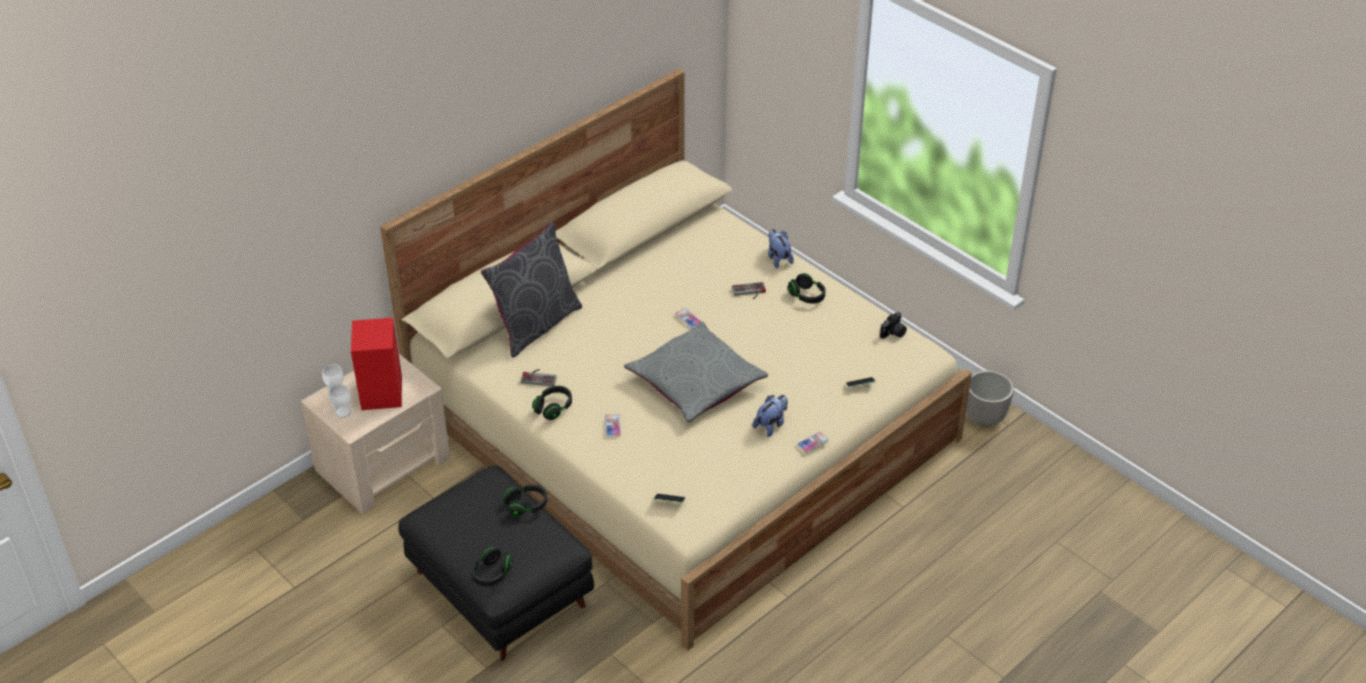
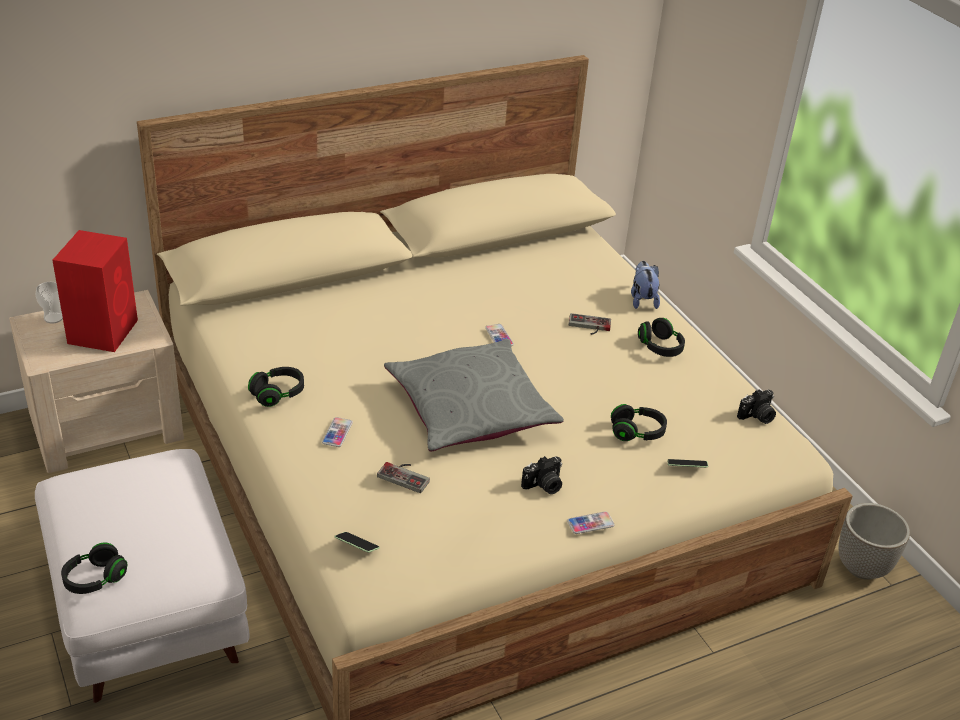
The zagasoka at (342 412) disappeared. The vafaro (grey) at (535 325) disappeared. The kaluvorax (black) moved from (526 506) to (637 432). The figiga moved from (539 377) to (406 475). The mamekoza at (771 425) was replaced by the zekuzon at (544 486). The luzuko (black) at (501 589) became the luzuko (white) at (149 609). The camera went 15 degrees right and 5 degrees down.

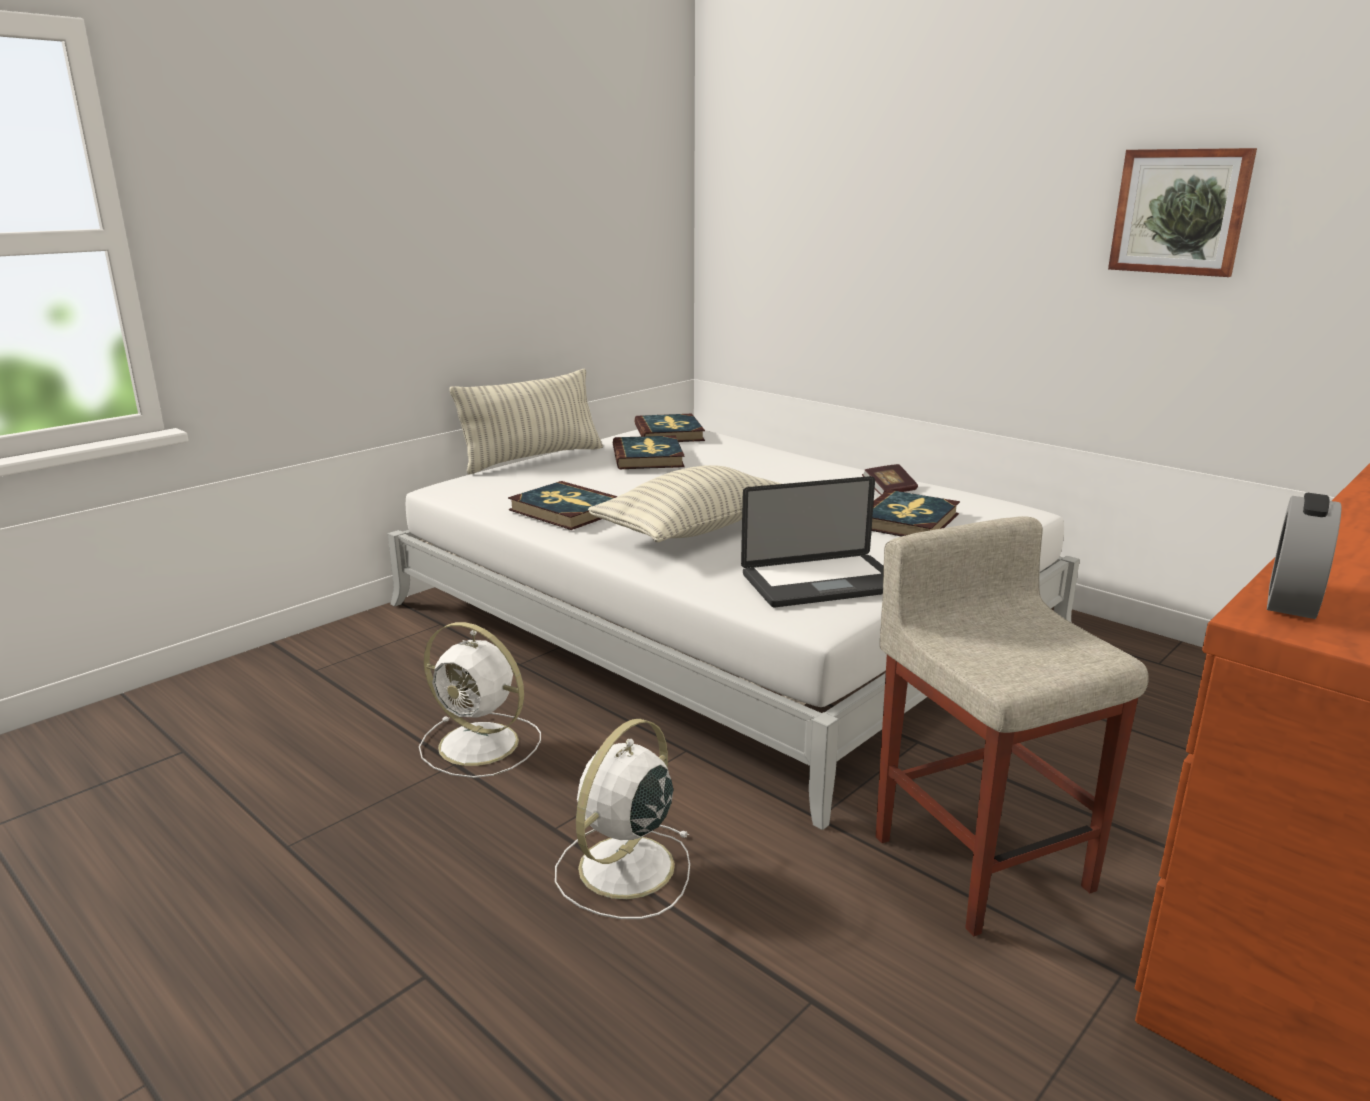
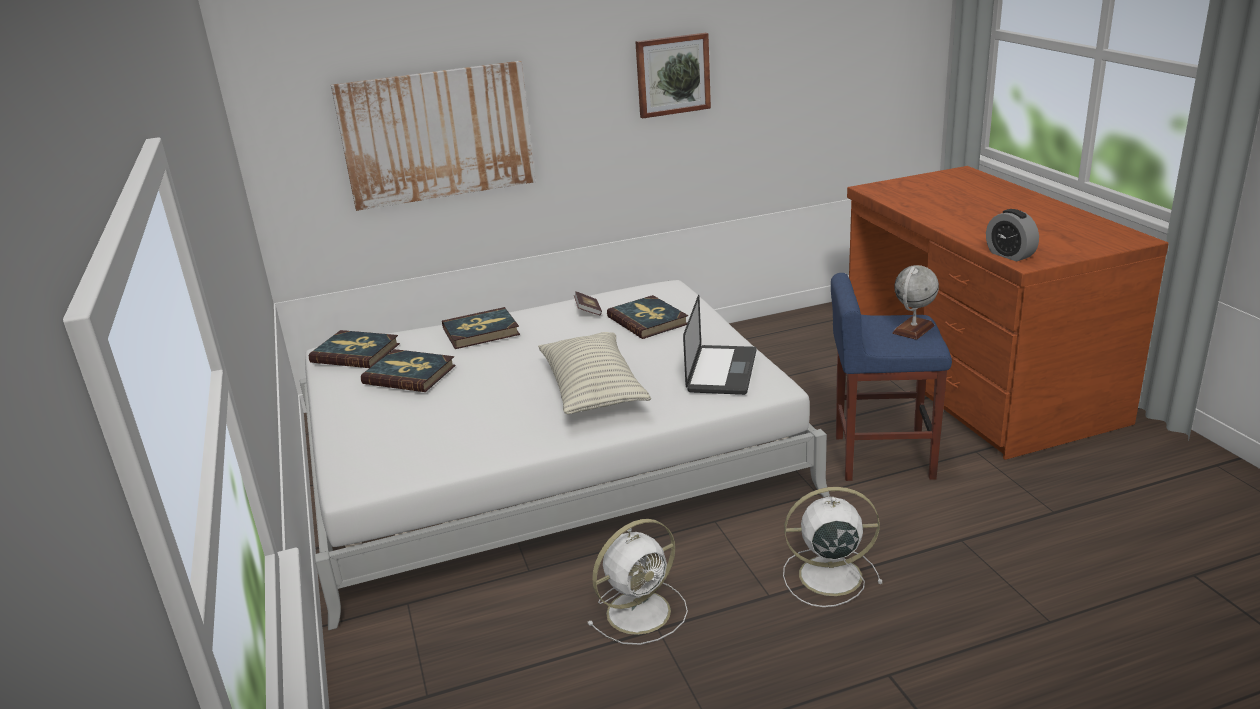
The vafaro at (532 458) disappeared. The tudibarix at (437 135) appeared. The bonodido at (913 329) appeared. The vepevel moved from (566 510) to (481 331). The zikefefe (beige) at (980 860) became the zikefefe (blue) at (881 457). The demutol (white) at (624 869) turned 120 degrees clockwise. The camera went 60 degrees left and 5 degrees up.

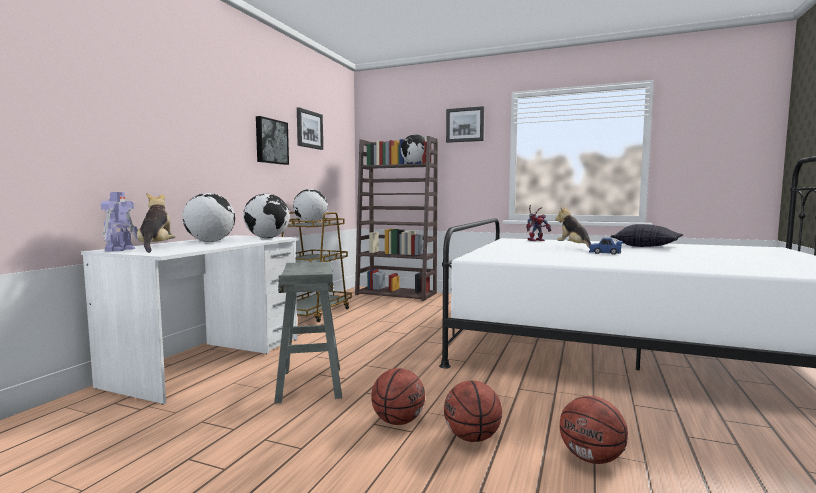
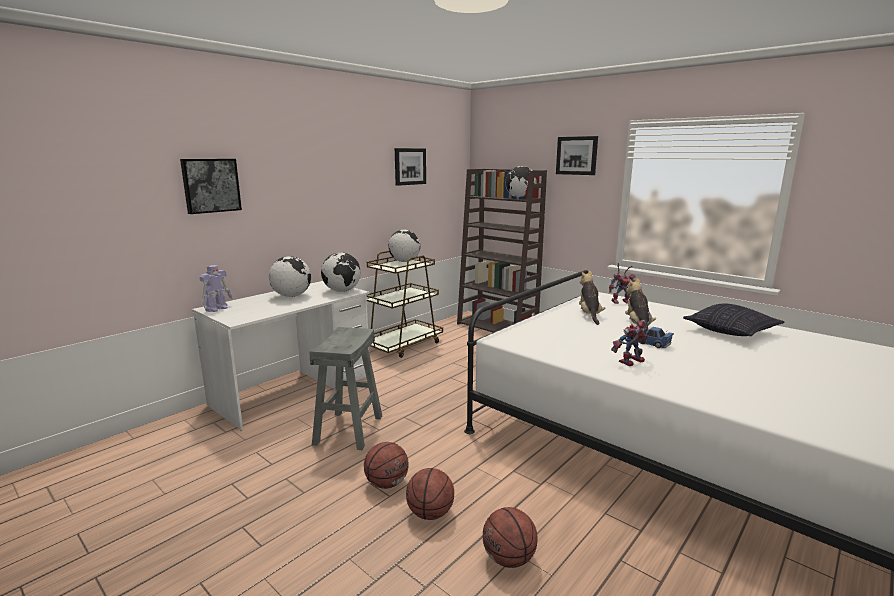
The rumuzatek at (631 362) appeared. The mamekoza moved from (156 248) to (589 315). The tudibarix moved from (271 141) to (210 185). The camera went 20 degrees right and 10 degrees up.

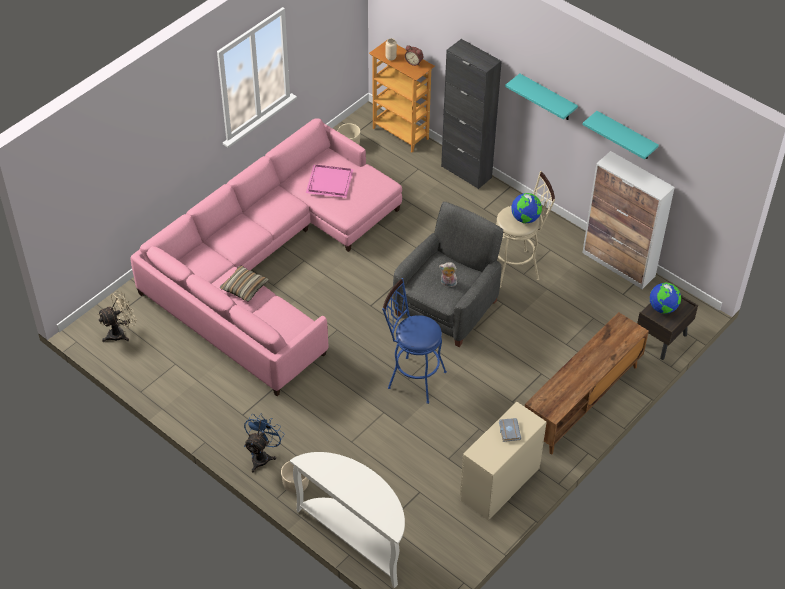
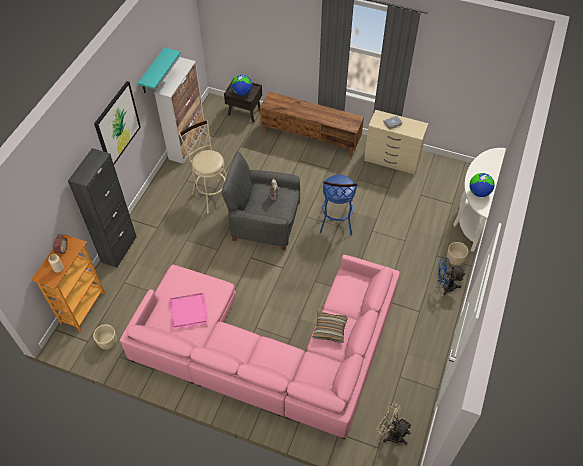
The bonodido moved from (525 218) to (479 192). The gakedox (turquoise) at (547 98) was replaced by the tudibarix at (117 125). The camera went 110 degrees left and 5 degrees up.

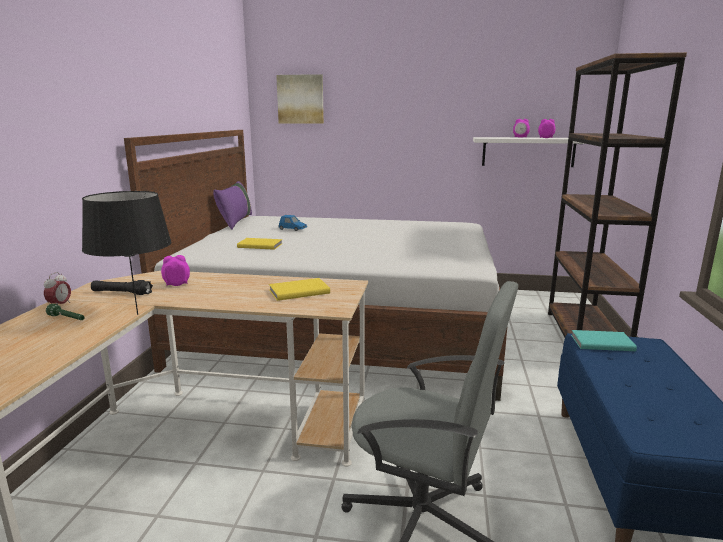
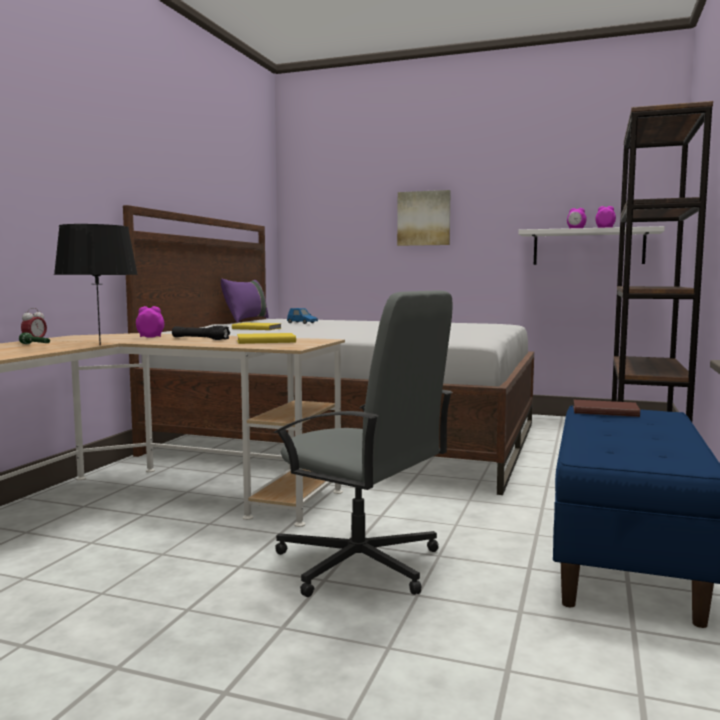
The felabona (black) moved from (122 293) to (200 339). The tudibarix moved from (300 99) to (424 218). The vepevel (turquoise) at (601 342) became the vepevel (brown) at (604 411). The camera went 10 degrees right and 10 degrees down.

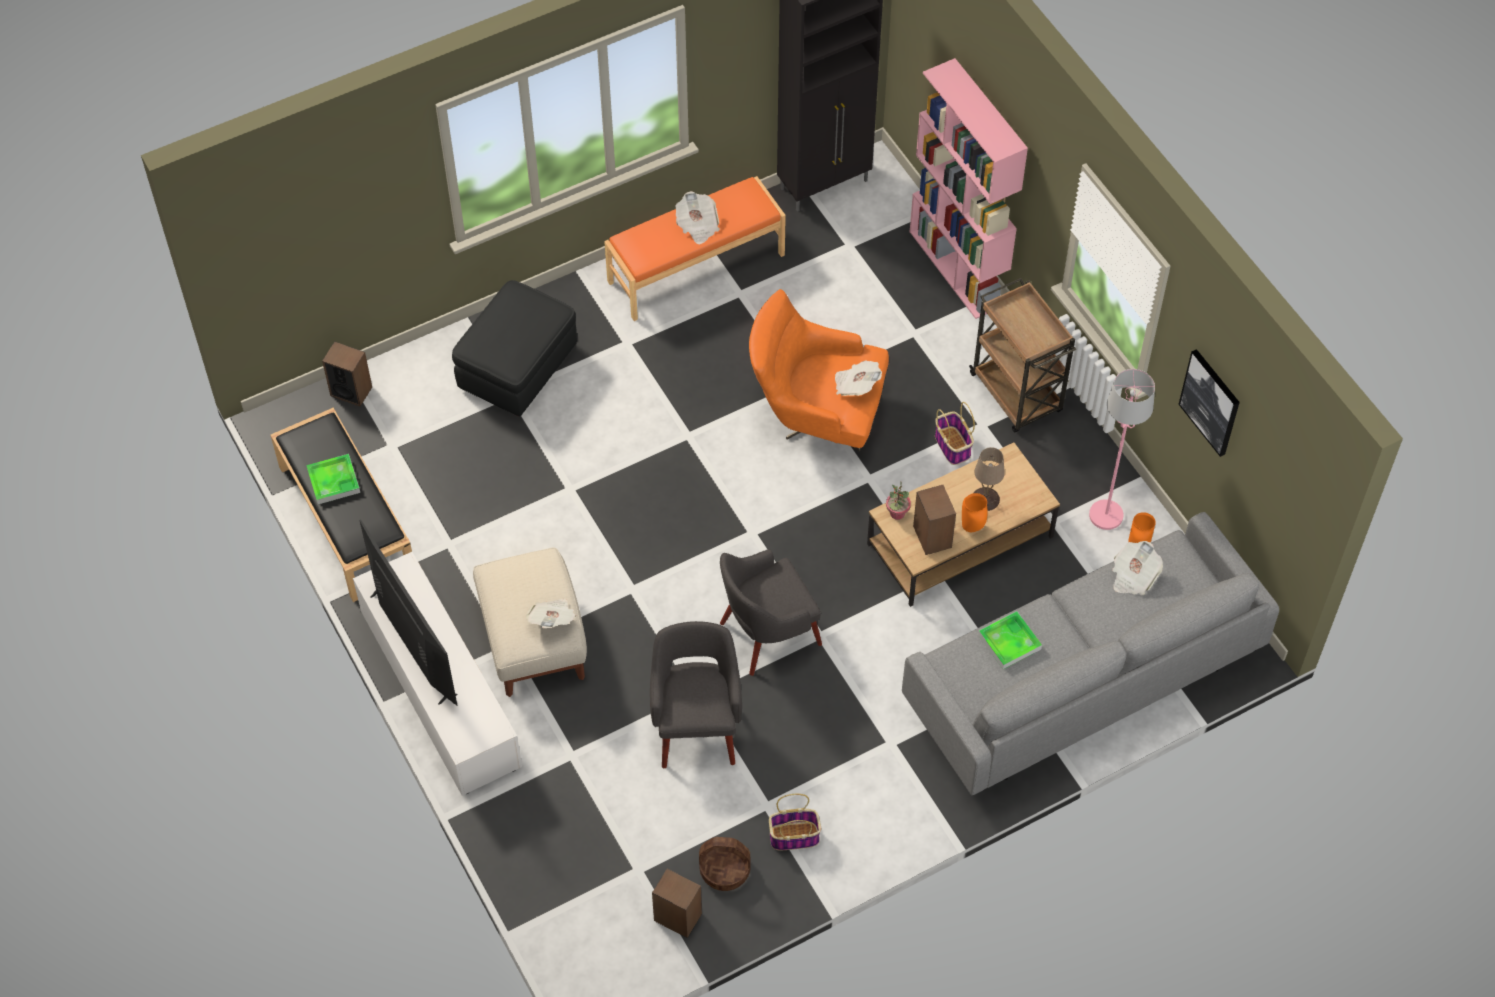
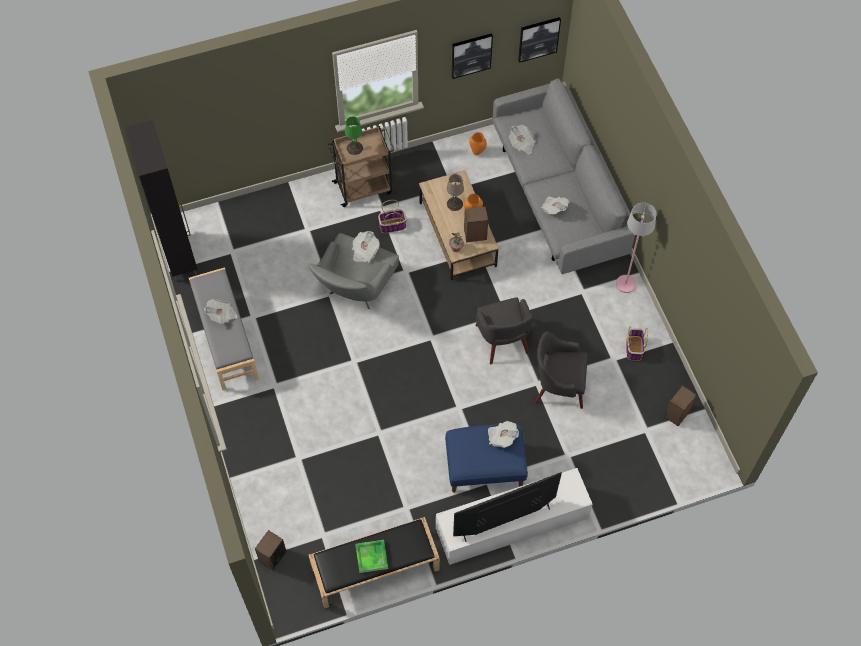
The luzuko (black) at (518 367) disappeared. The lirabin at (724 870) disappeared. The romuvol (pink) at (958 268) disappeared. The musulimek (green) at (354 148) appeared. The tudibarix at (538 38) appeared. The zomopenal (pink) moved from (1106 515) to (626 284). The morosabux at (1009 642) was replaced by the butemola at (554 208). The luzuko (beige) at (534 639) became the luzuko (blue) at (484 466). The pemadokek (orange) at (695 267) became the pemadokek (grey) at (225 338). The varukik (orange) at (816 415) became the varukik (grey) at (355 290). The camera went 80 degrees left and 5 degrees up.

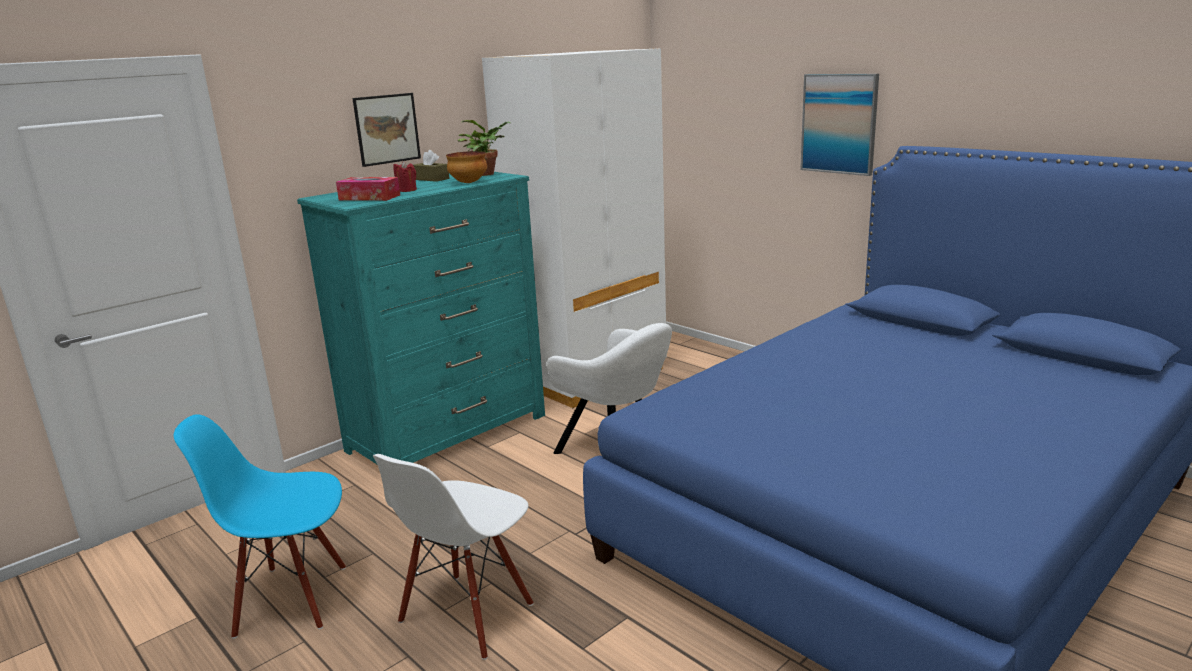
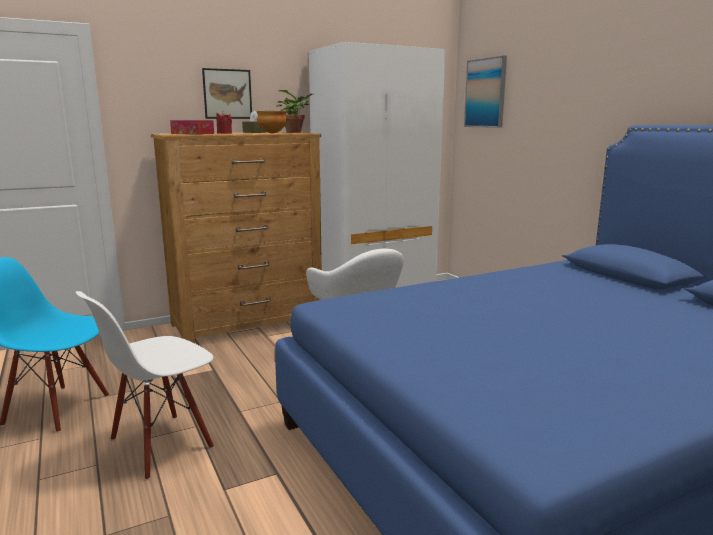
The tudibarix moved from (839 123) to (485 93). The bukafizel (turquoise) at (449 433) became the bukafizel (brown) at (247 323). The camera went 15 degrees right and 5 degrees down.

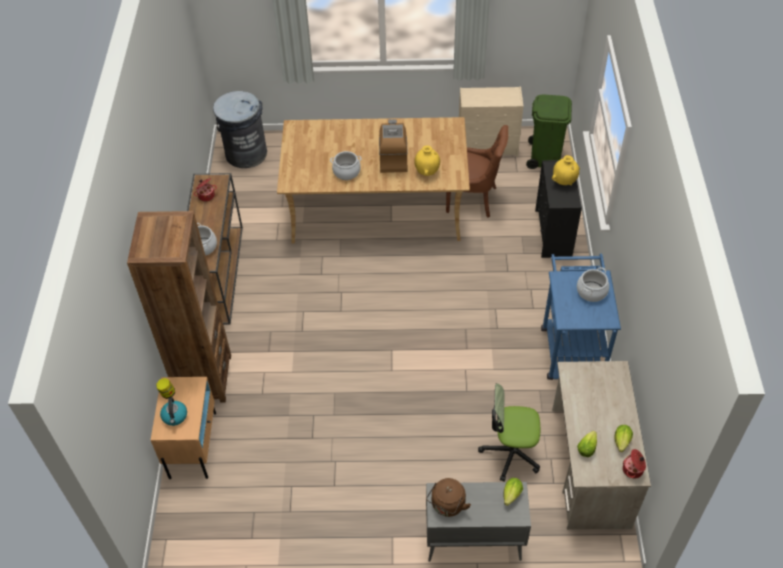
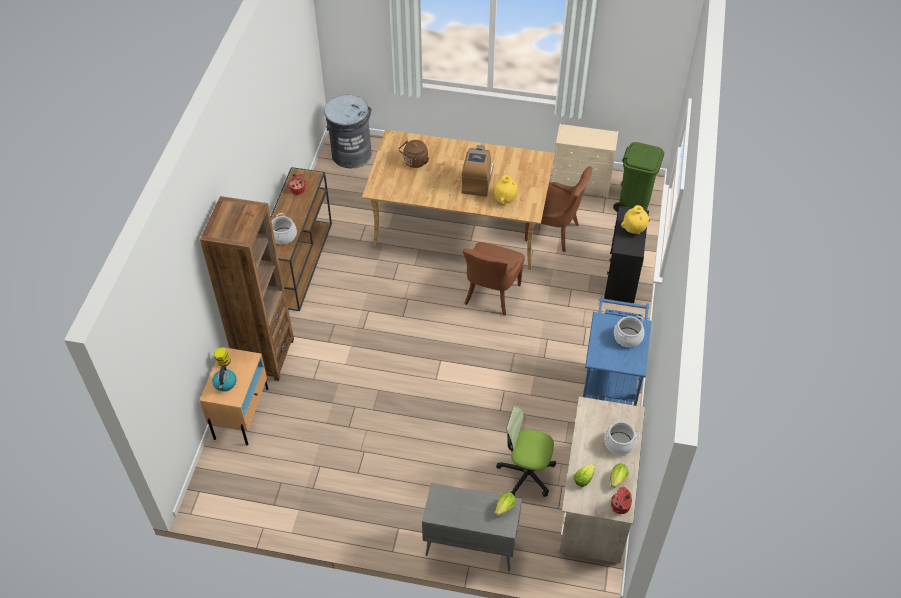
The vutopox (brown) at (491 295) appeared. The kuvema moved from (346 172) to (619 443). The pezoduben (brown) moved from (447 506) to (415 162). The camera went 10 degrees right and 0 degrees up.

